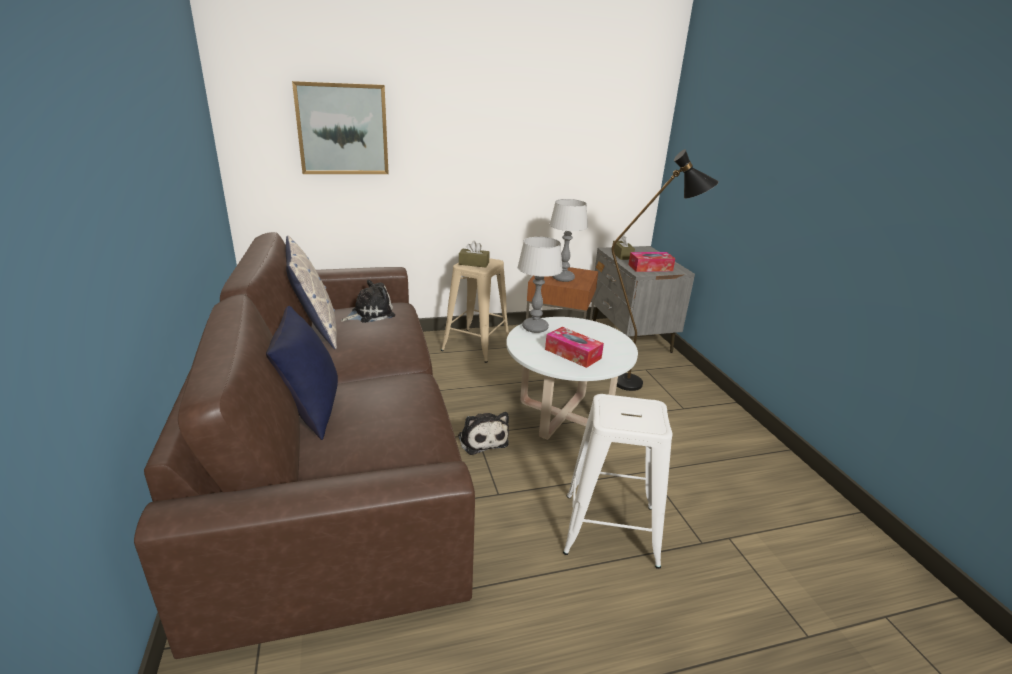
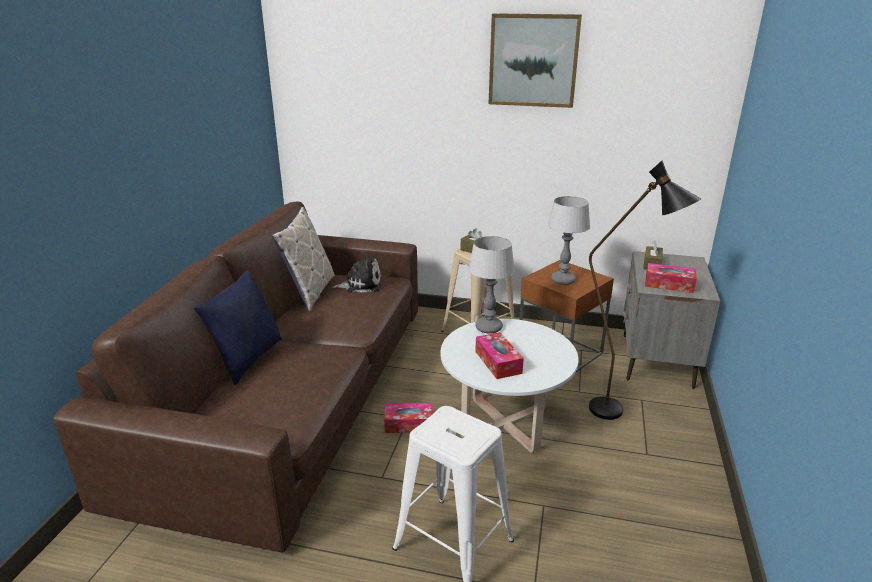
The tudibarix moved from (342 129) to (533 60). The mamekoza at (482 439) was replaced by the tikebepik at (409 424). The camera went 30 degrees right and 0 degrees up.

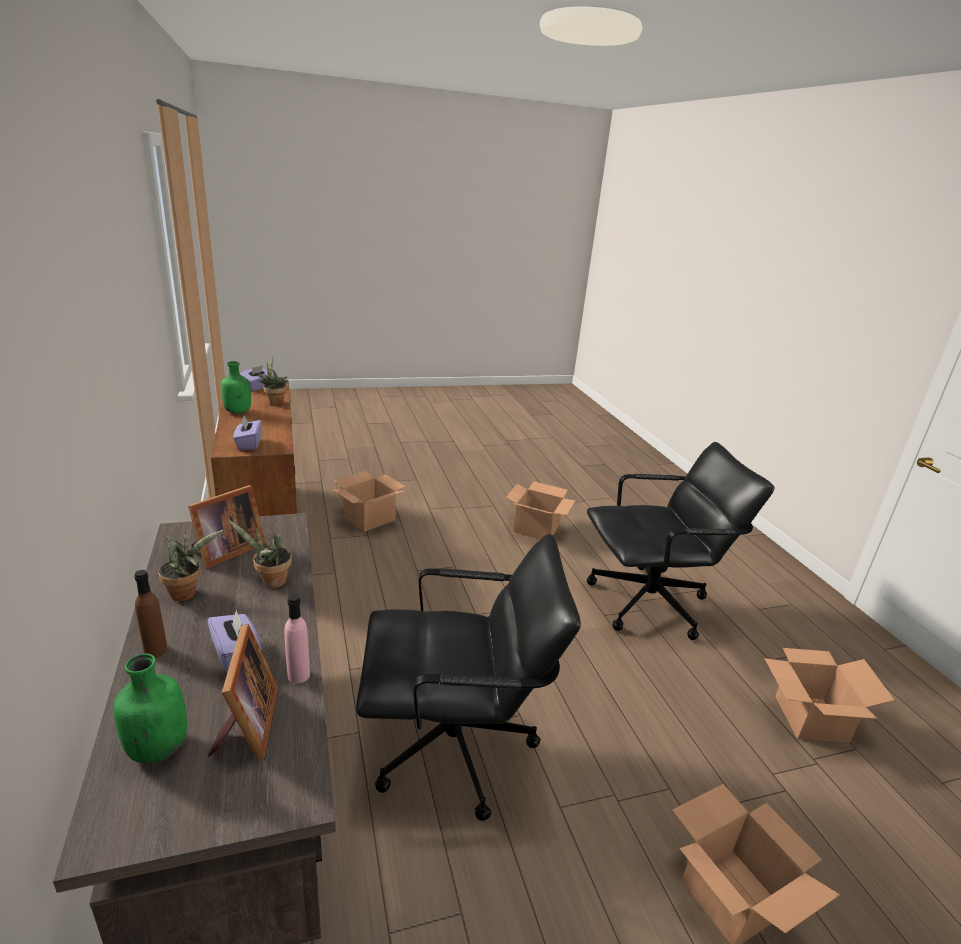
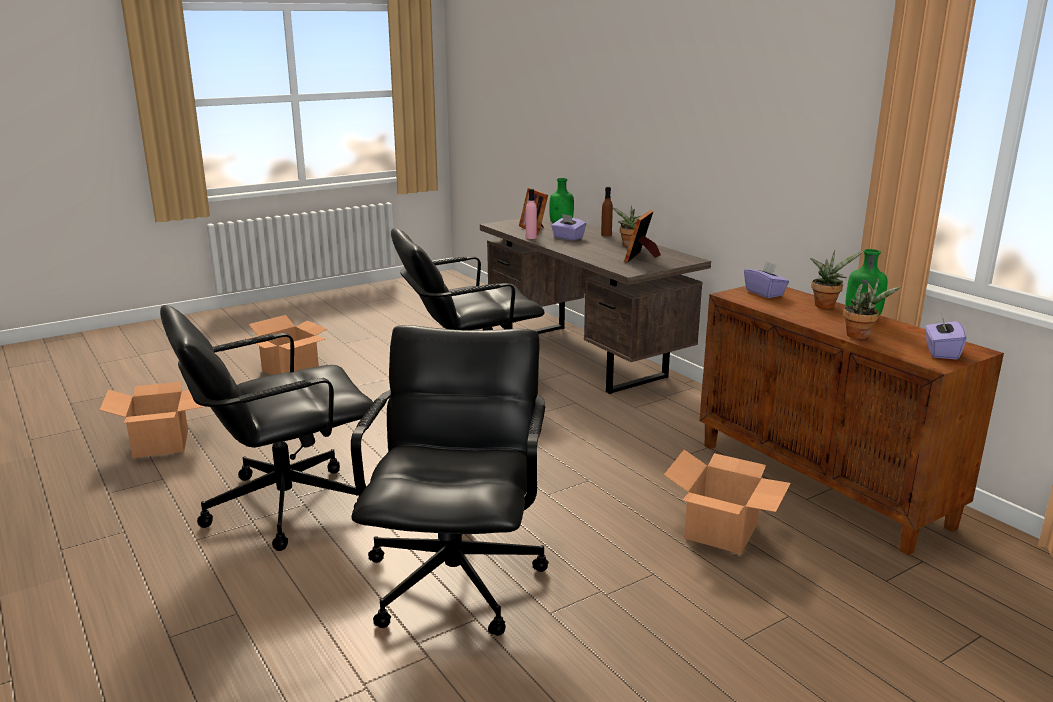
The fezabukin moved from (270 582) to (826 305). The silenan at (535 528) was replaced by the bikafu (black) at (456 580). The camera went 165 degrees right and 5 degrees down.

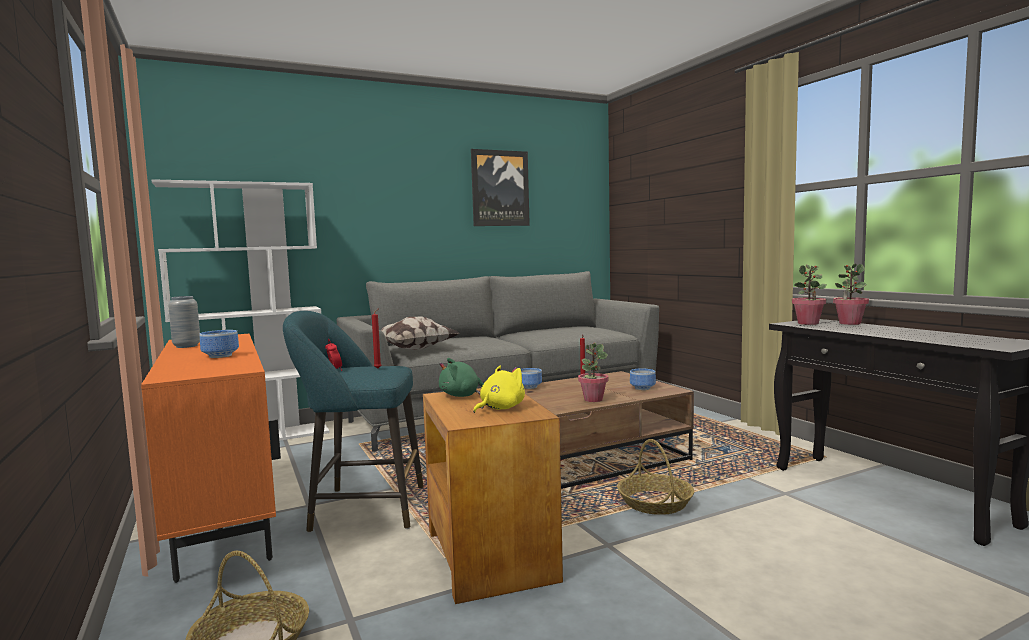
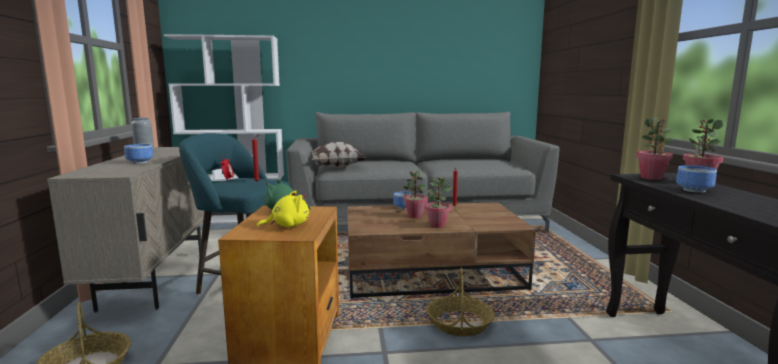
The tudibarix at (500 188) disappeared. The fezabukin at (415 216) appeared. The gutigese moved from (643 388) to (695 190). The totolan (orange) at (223 527) became the totolan (beige) at (156 280). The camera went 20 degrees right and 5 degrees up.

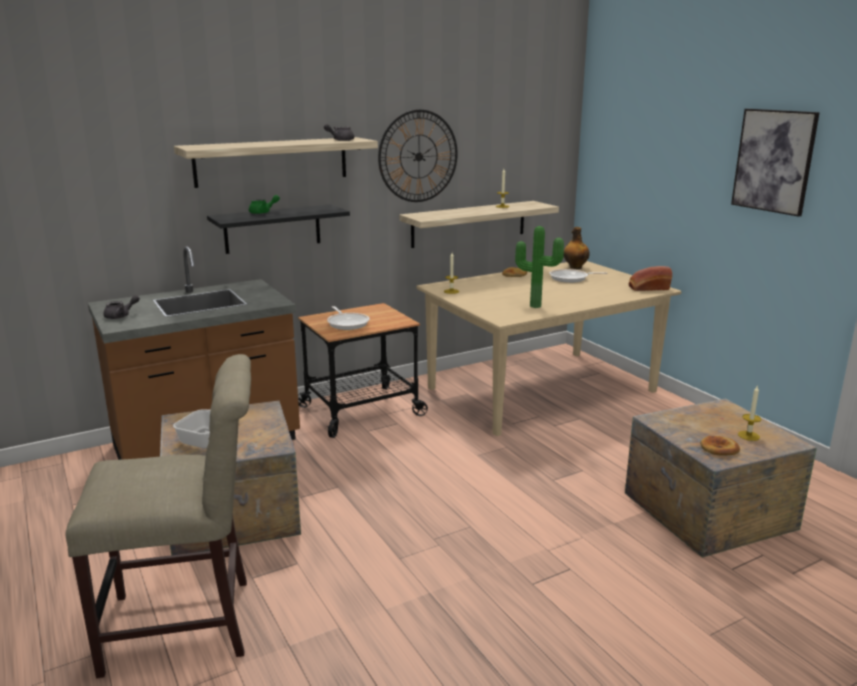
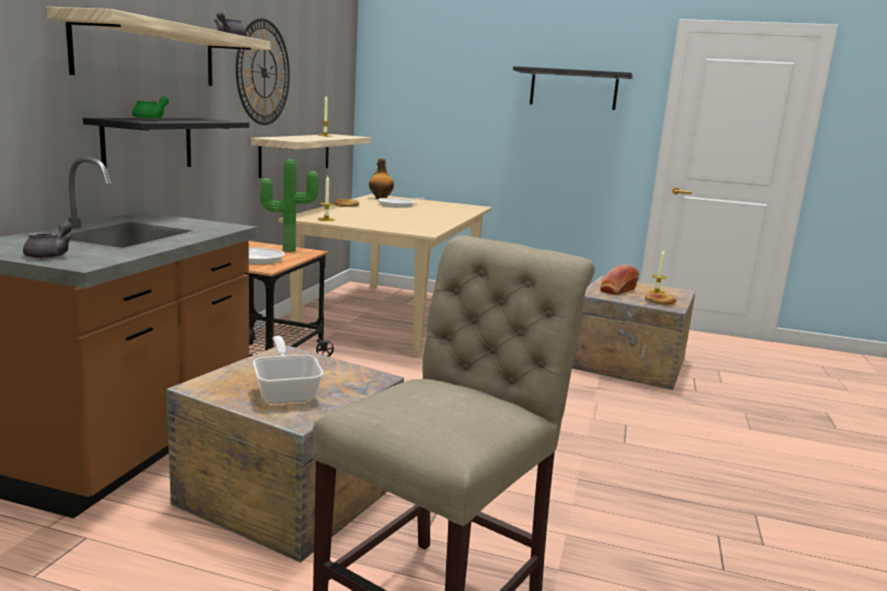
The fezabukin moved from (536 305) to (288 250). The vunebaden moved from (648 288) to (617 290). The tudibarix at (774 161) was replaced by the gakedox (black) at (573 89). The camera went 45 degrees left and 5 degrees down.

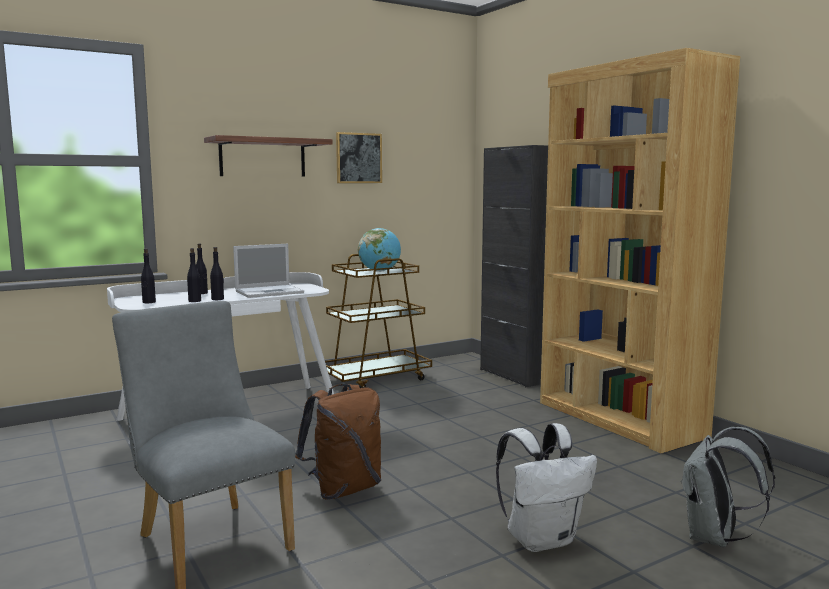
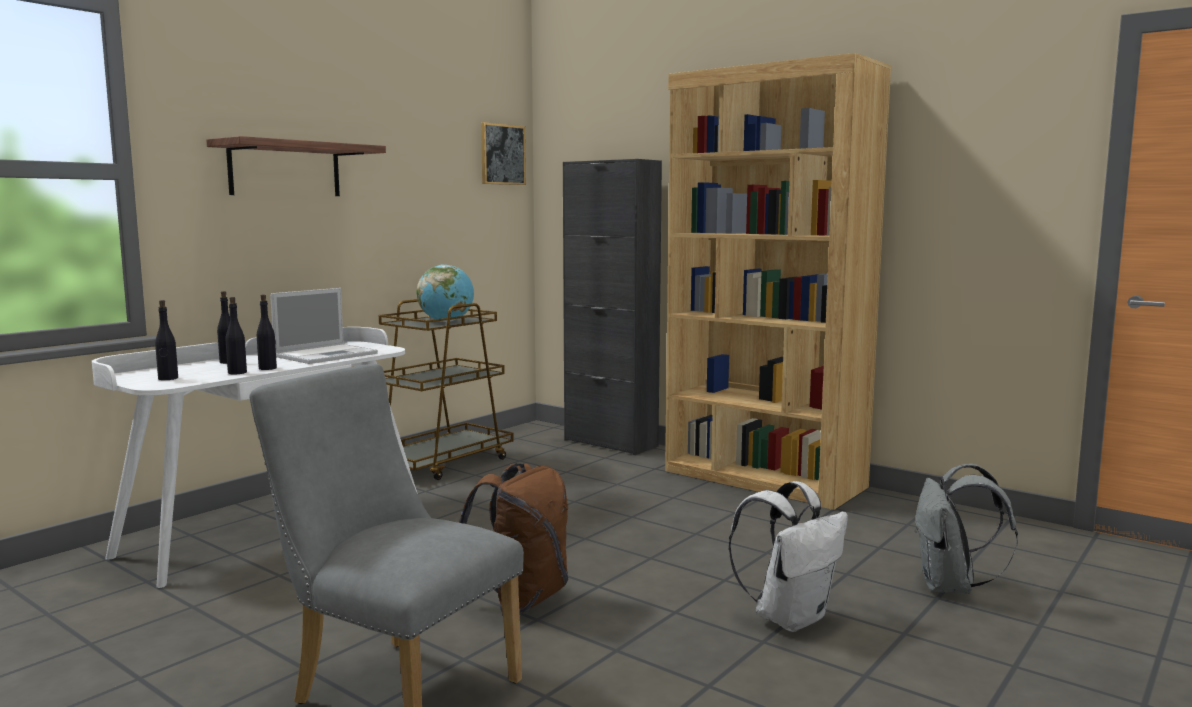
The tudibarix moved from (358 158) to (502 154). The camera went 20 degrees left and 0 degrees up.

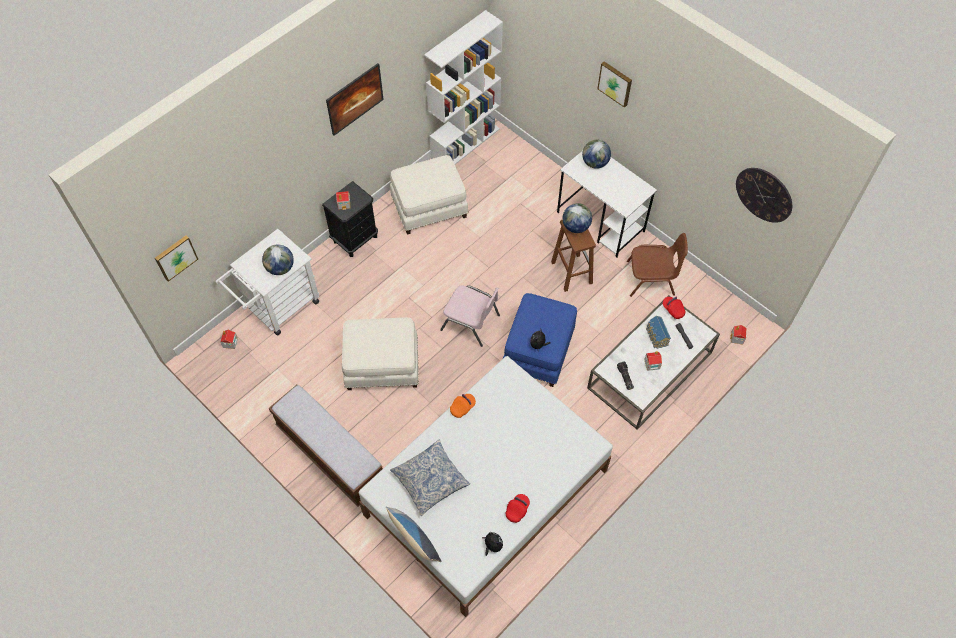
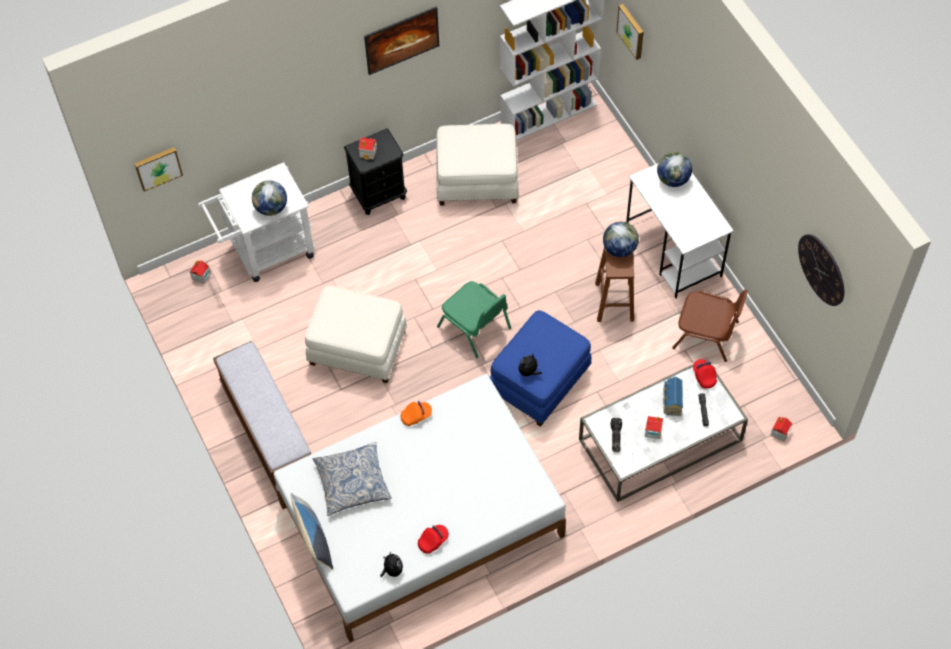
The tudibarix moved from (615 83) to (632 31). The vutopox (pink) at (471 322) became the vutopox (green) at (475 328). The camera went 20 degrees right and 0 degrees up.

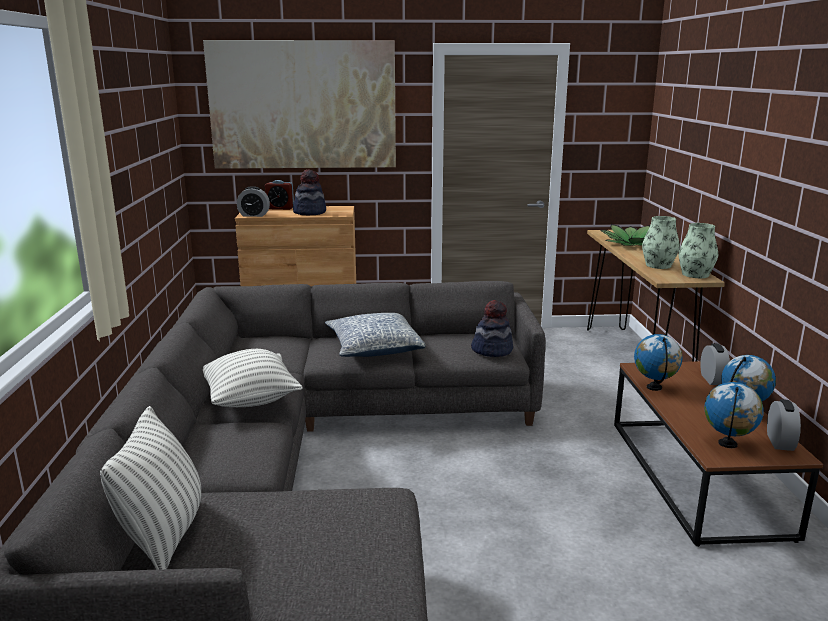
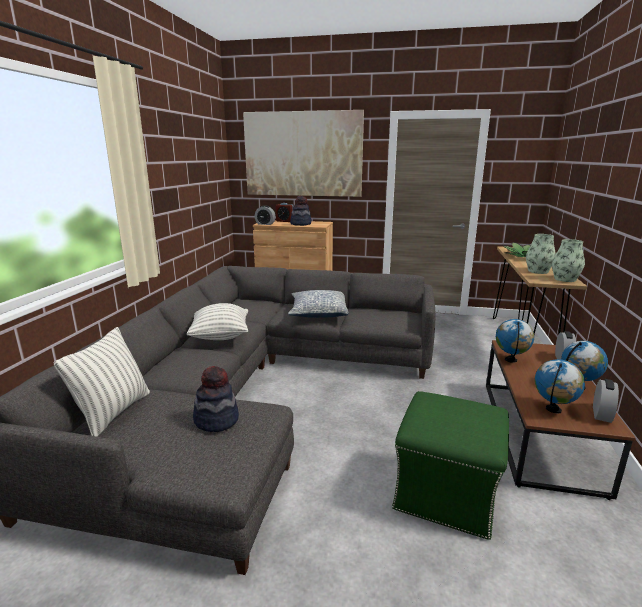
The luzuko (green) at (447 493) appeared. The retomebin moved from (492 350) to (216 420). The camera went 15 degrees right and 0 degrees up.

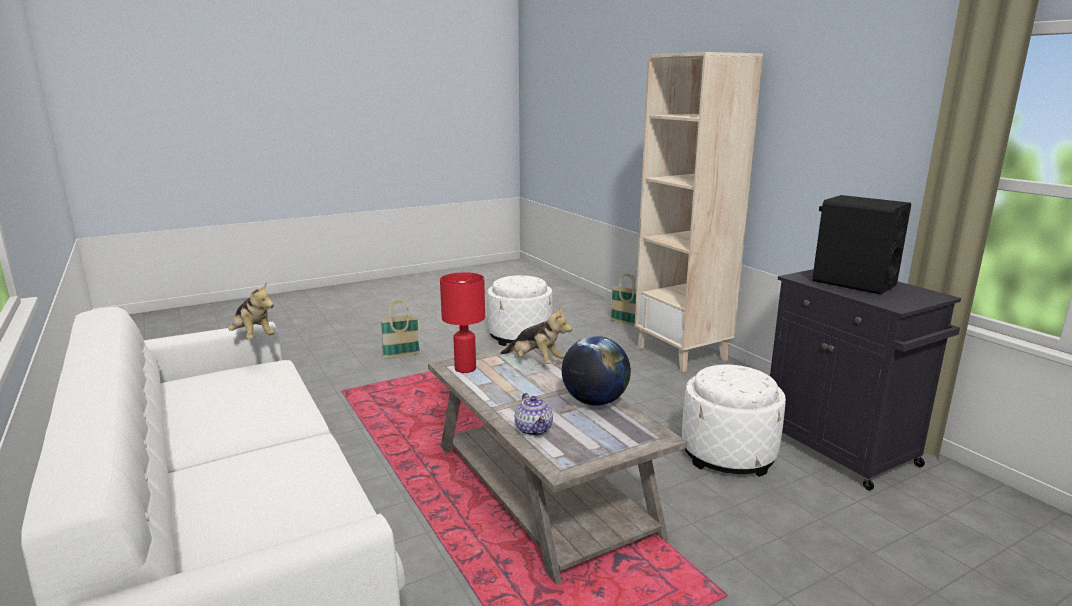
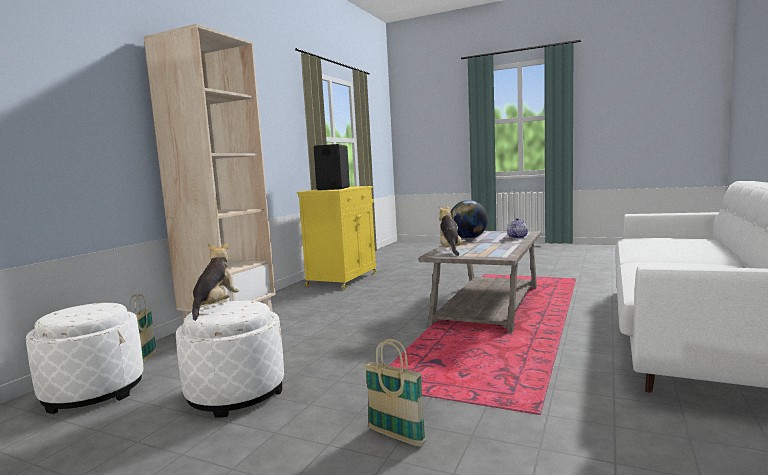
The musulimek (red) at (464 368) disappeared. The mamekoza moved from (252 337) to (215 307). The luzuko (white) moved from (728 454) to (93 392). The totolan (black) at (841 450) became the totolan (yellow) at (343 279). The camera went 125 degrees left and 10 degrees down.

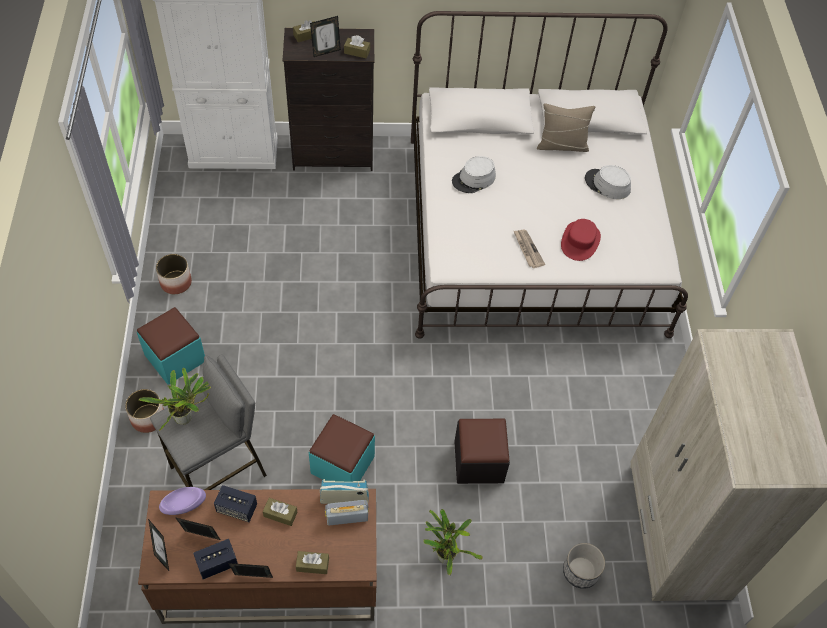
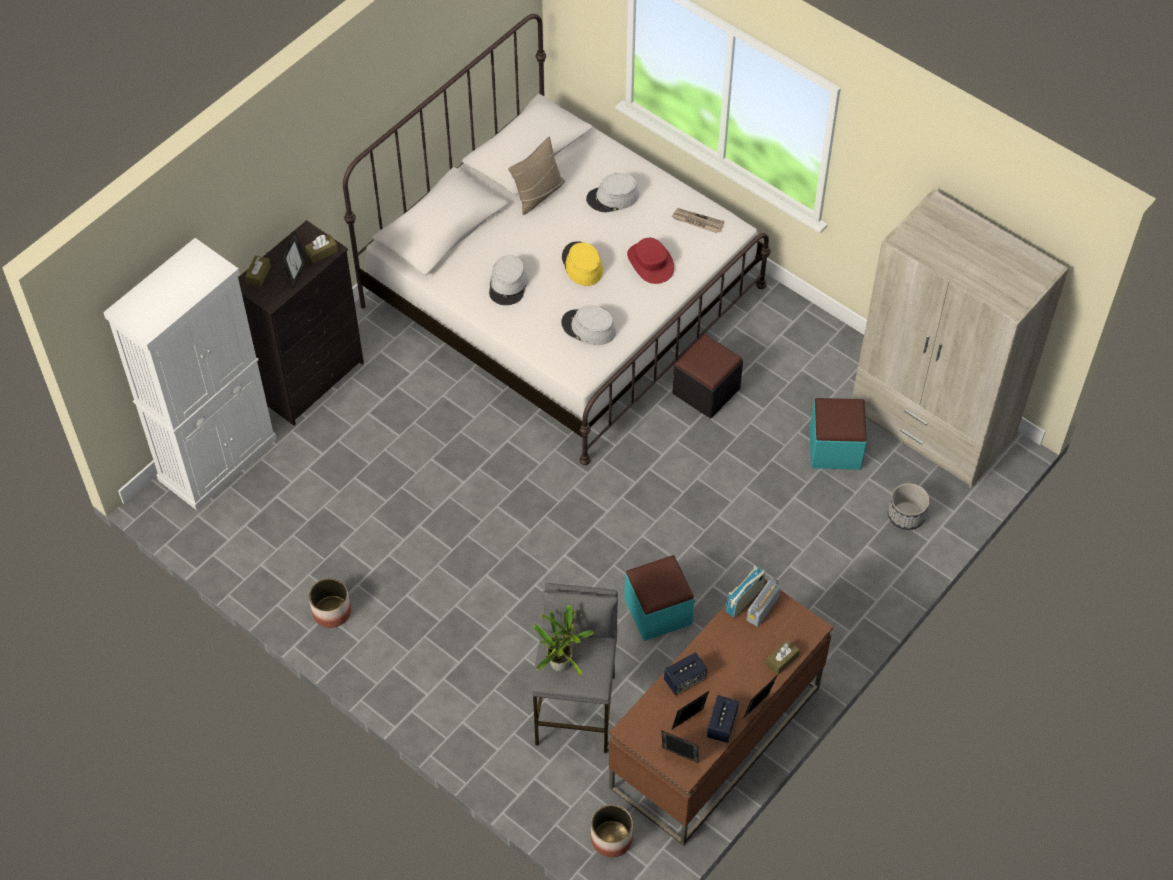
The gutigese (purple) at (183 505) disappeared. The tikebepik (brown) at (280 514) disappeared. The fezabukin at (445 554) disappeared. The retomebin (grey) at (588 328) appeared. The retomebin (yellow) at (581 264) appeared. The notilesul moved from (147 418) to (611 839). The luzuko (turquoise) moved from (175 358) to (835 448). The luzuko (black) moved from (479 462) to (706 391). The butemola moved from (527 249) to (697 222). The camera went 45 degrees left and 0 degrees up.

